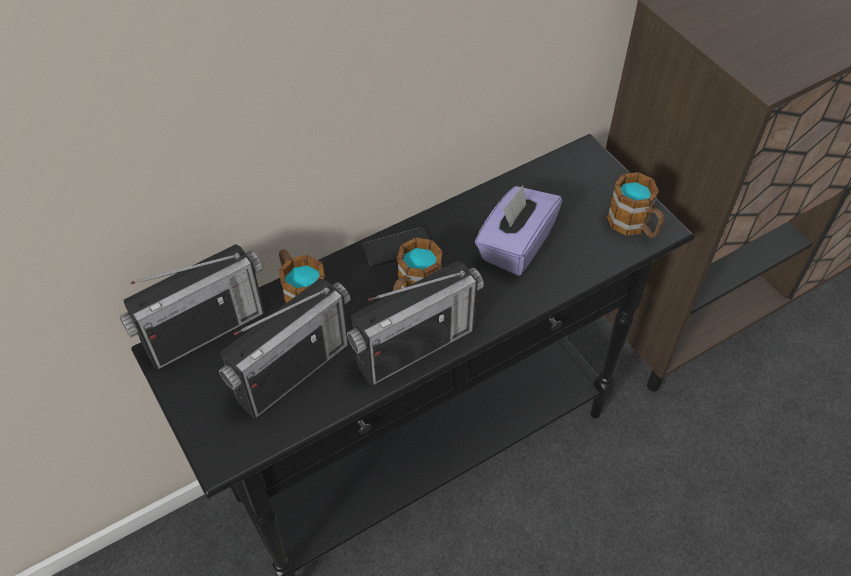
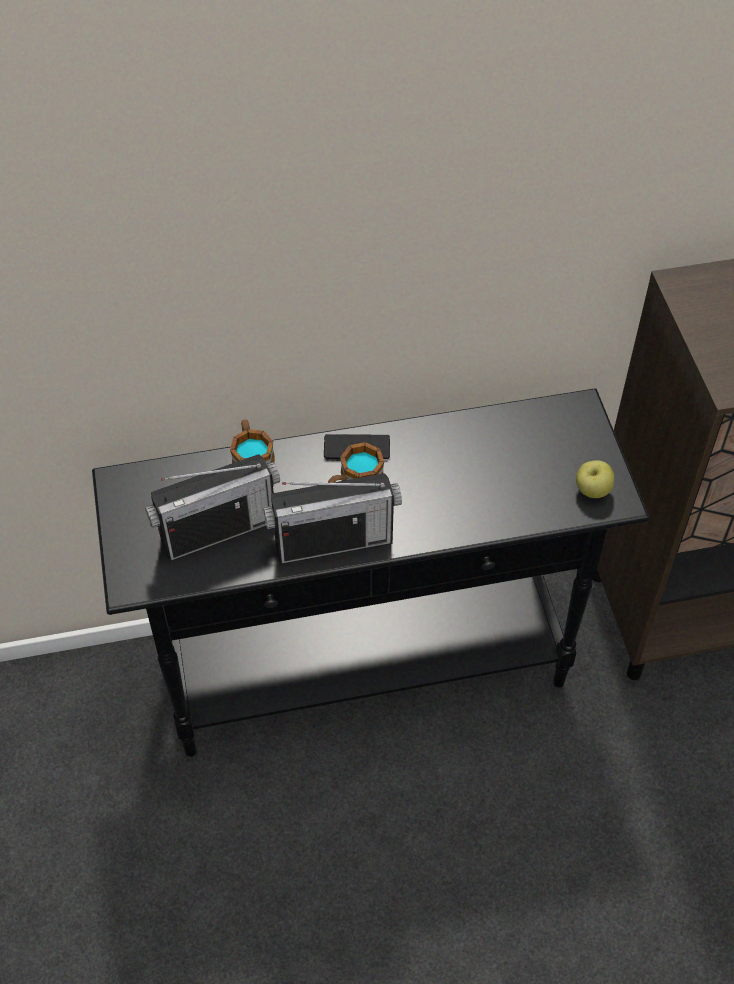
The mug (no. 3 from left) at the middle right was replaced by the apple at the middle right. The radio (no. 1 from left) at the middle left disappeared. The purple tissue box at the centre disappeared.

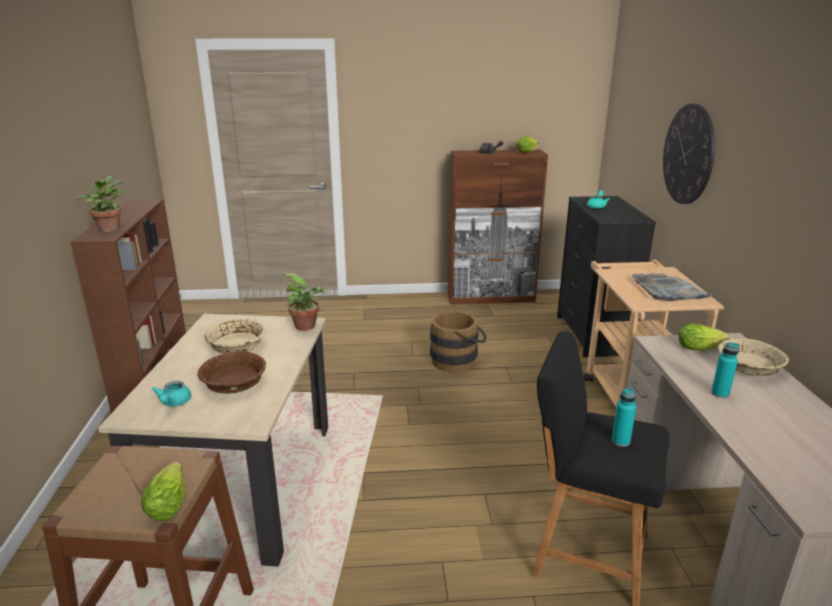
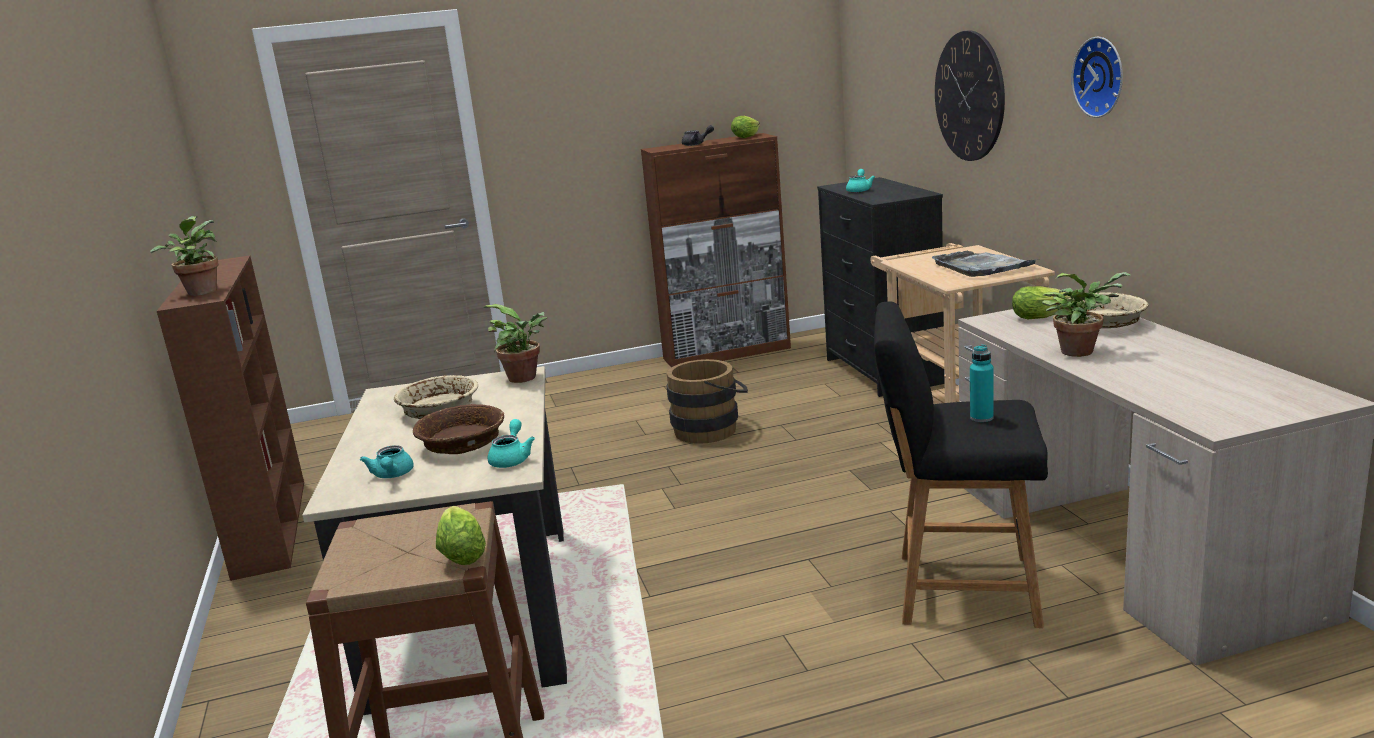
The turquoise teapot (no. 2 from left) at the centre appeared. The turquoise bottle (no. 2 from left) at the middle right was replaced by the potted plant (no. 3 from left) at the middle right. The wall clock (no. 2 from left) at the top right appeared.

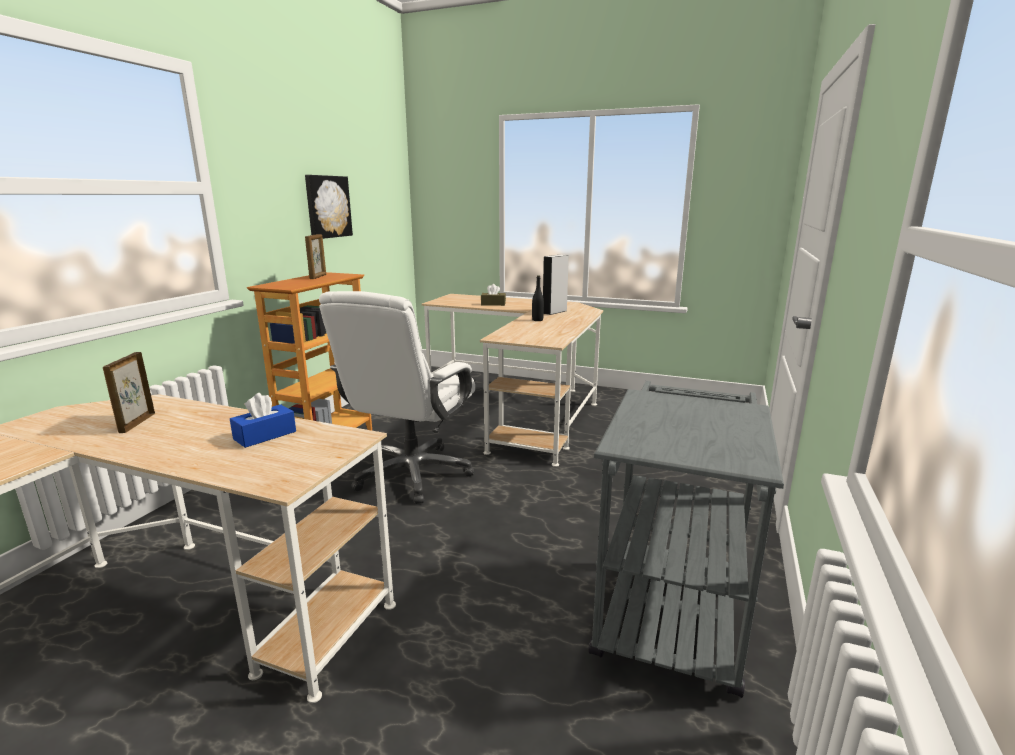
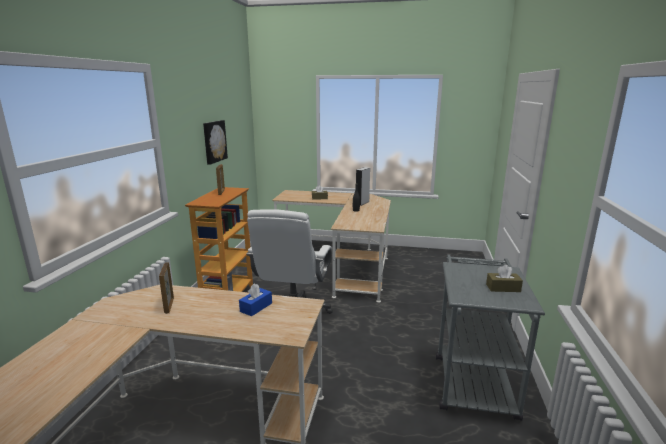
The brown tissue box (no. 2 from left) at the middle right appeared.

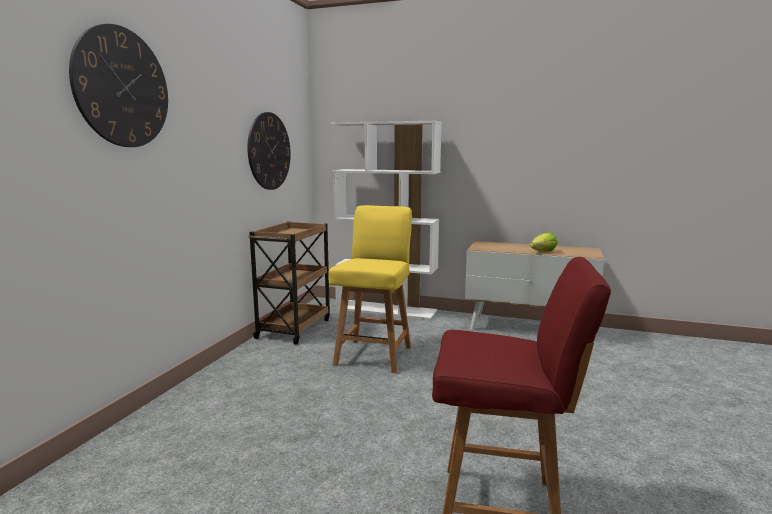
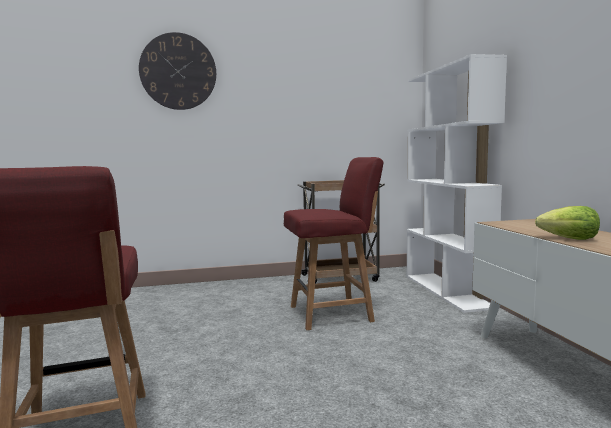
The yellow chair at the centre became the red chair (no. 2 from left) at the centre. The wall clock (no. 2 from left) at the top centre disappeared.

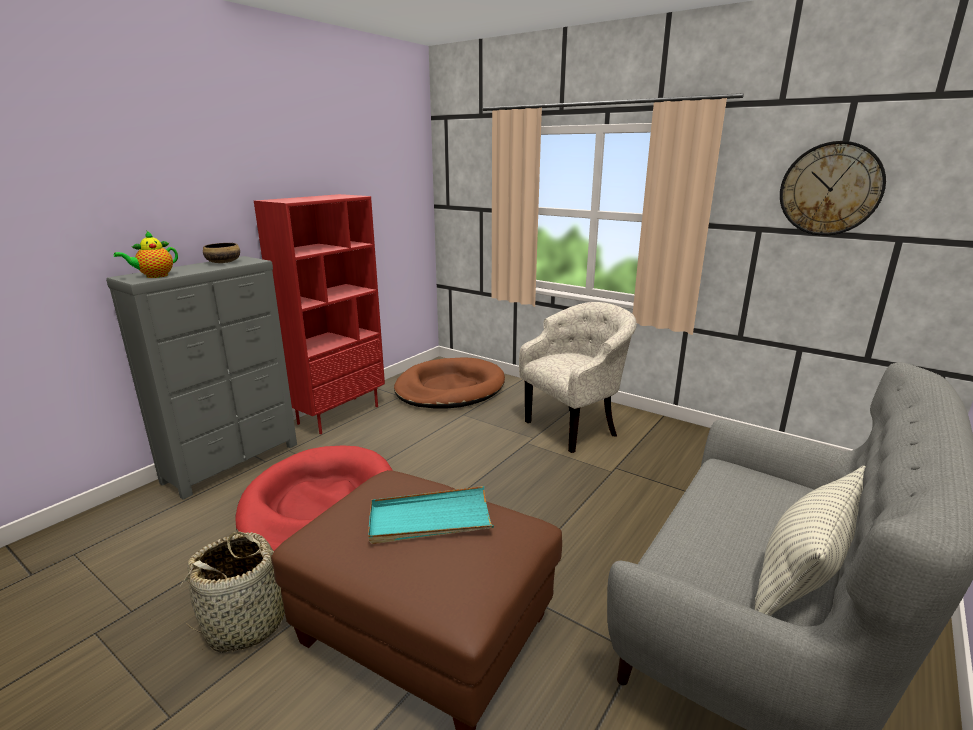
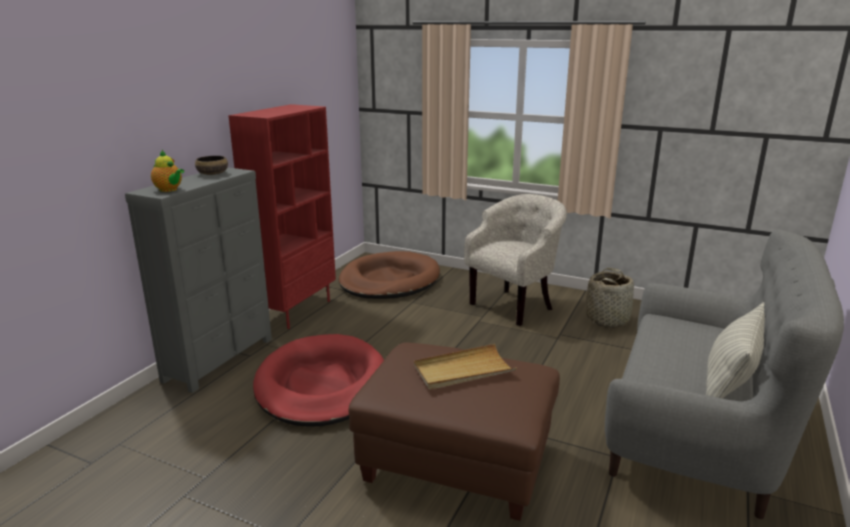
The teapot at the middle left turned 90 degrees counterclockwise. The turquoise tray at the bottom centre became the beige tray at the bottom centre. The basket moved from the bottom left to the middle right. The wall clock at the top right disappeared.

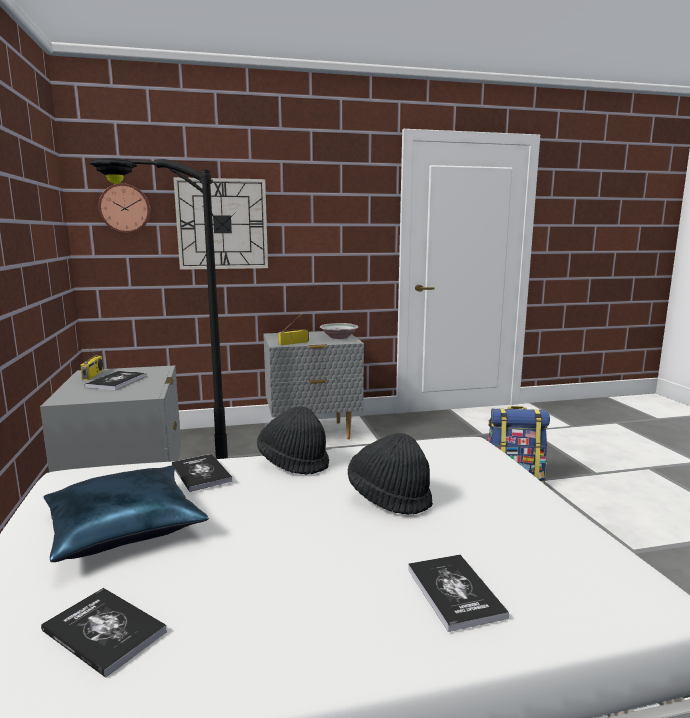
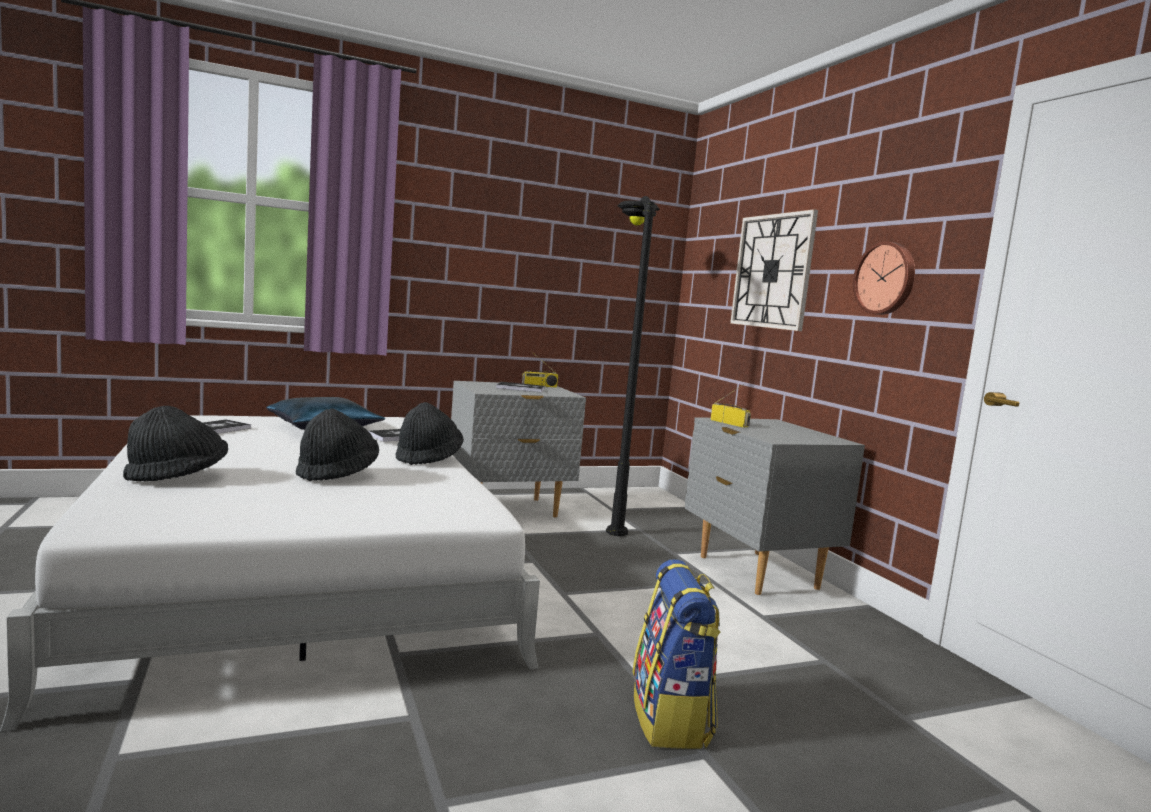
The book (no. 4 from left) at the bottom centre was replaced by the black hat (no. 1 from left) at the middle left. The wall clock (no. 1 from left in the first image) moved from the top left to the middle right. The bowl at the centre disappeared.

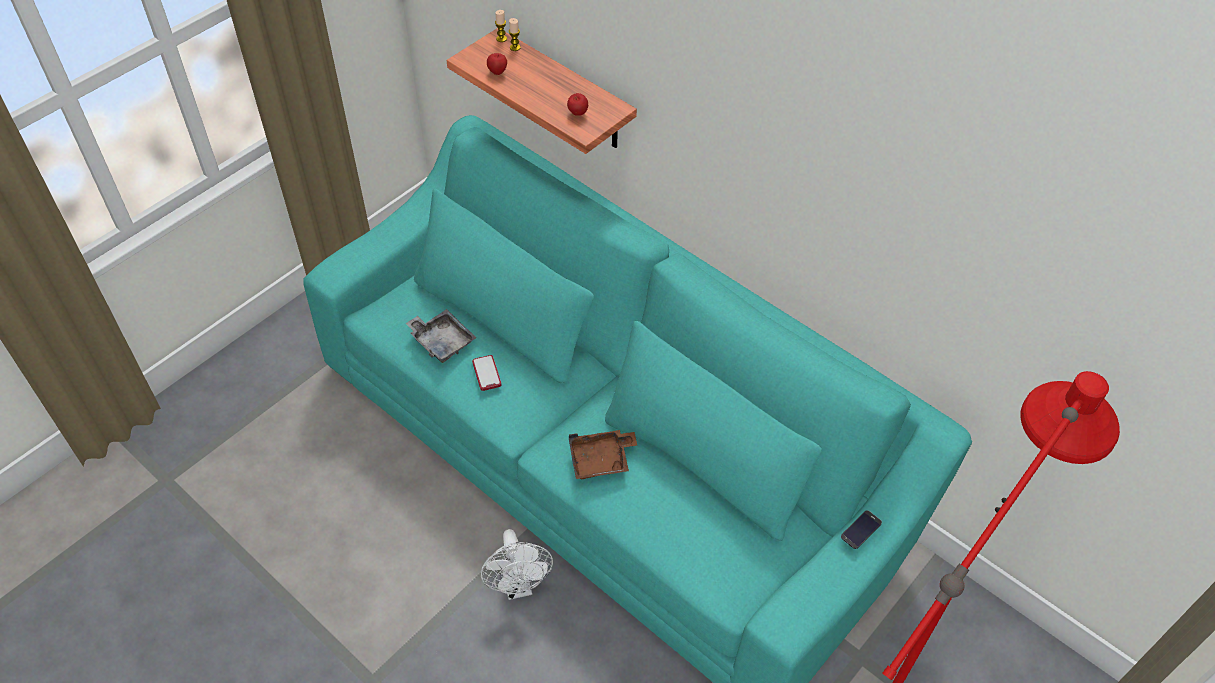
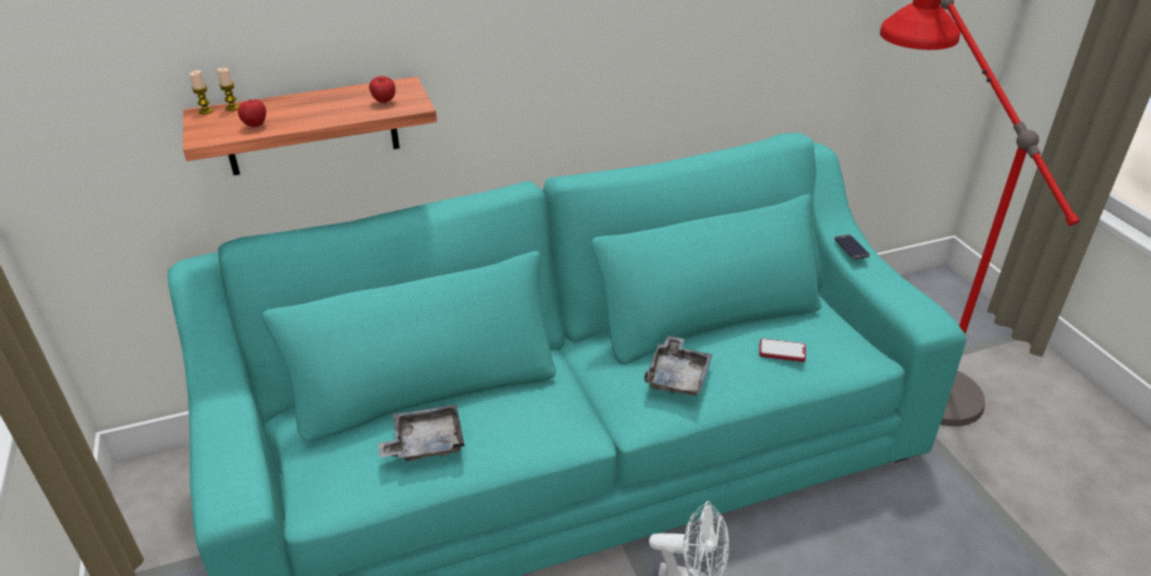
The brown tray at the centre became the grey tray (no. 2 from left) at the centre. The phone (no. 1 from left) moved from the centre to the middle right.

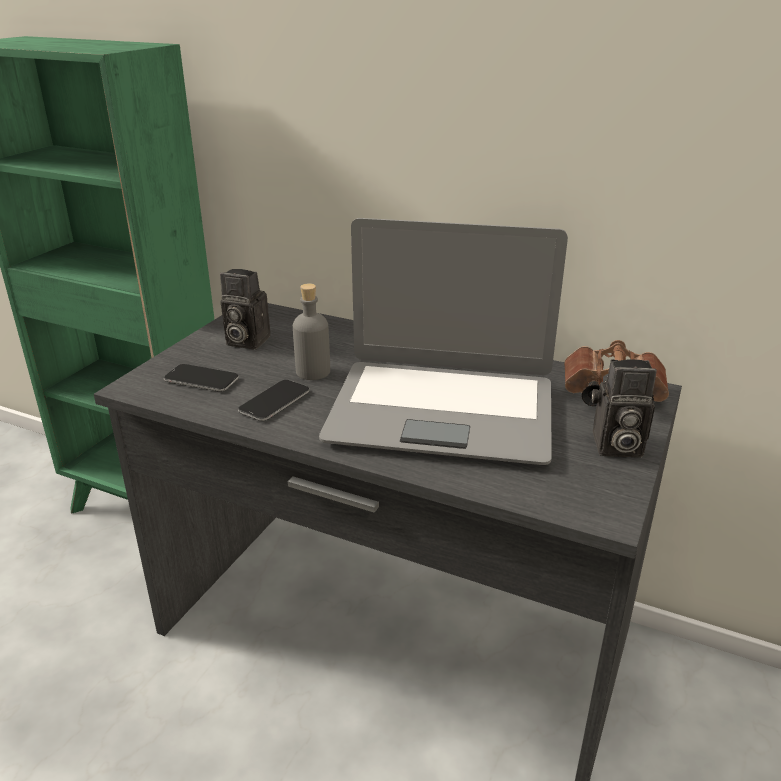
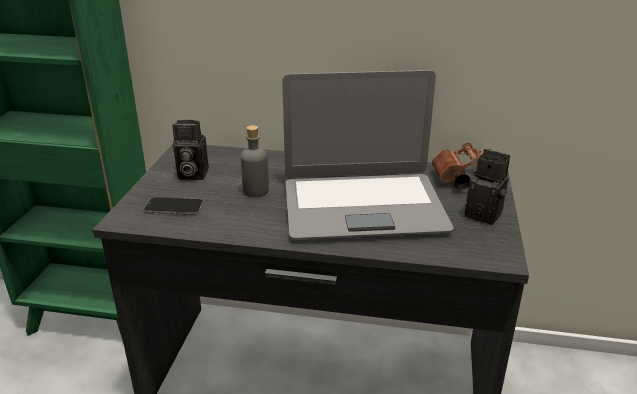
The photo camera (no. 2 from left) at the middle right turned 135 degrees counterclockwise. The phone (no. 2 from left) at the centre disappeared.

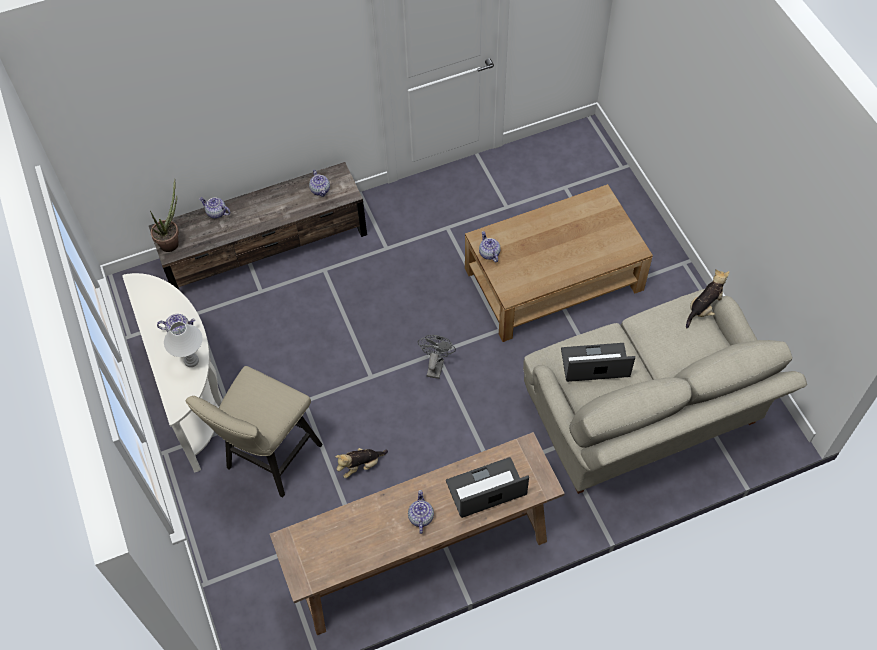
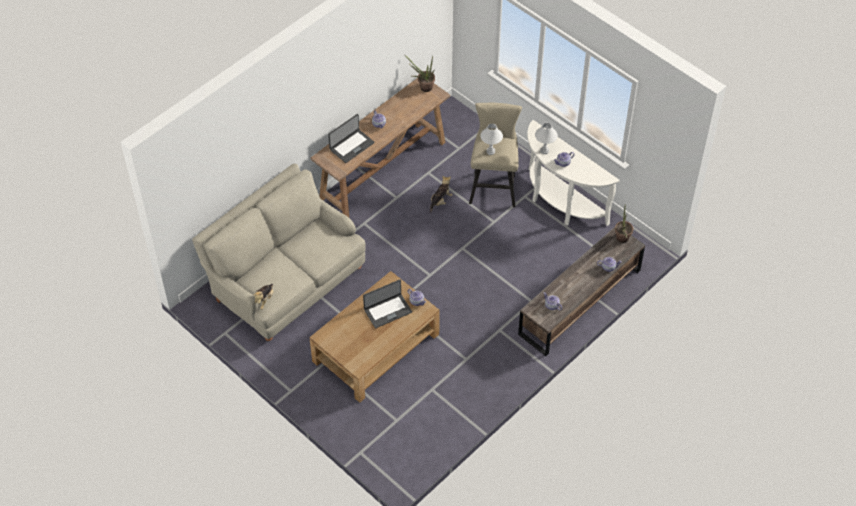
The laptop (no. 2 from left) moved from the middle right to the centre. The potted plant (no. 1 from left) at the top centre appeared. The white table lamp (no. 1 from left) at the top centre appeared. The grey fan at the centre disappeared.

